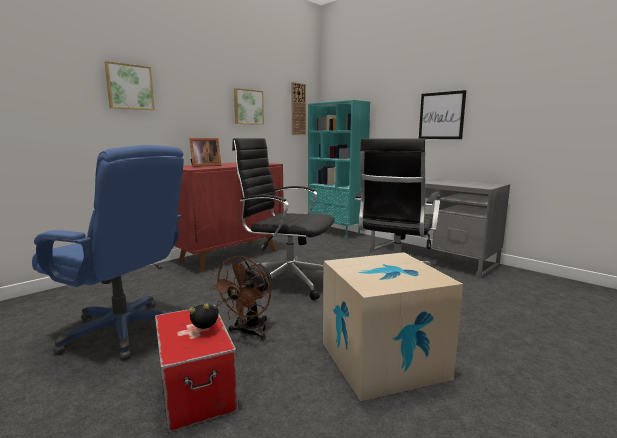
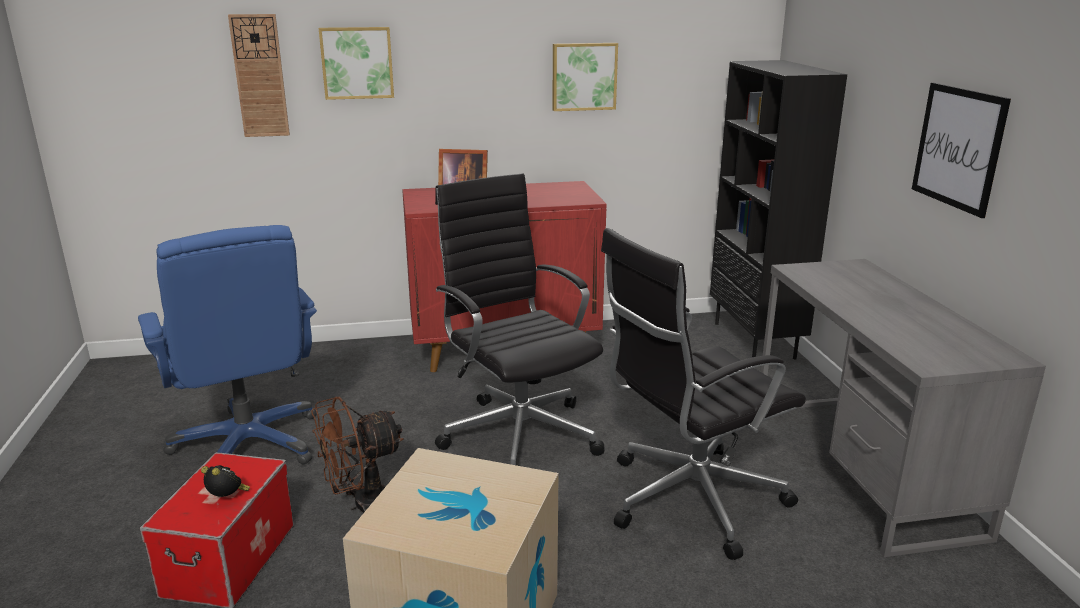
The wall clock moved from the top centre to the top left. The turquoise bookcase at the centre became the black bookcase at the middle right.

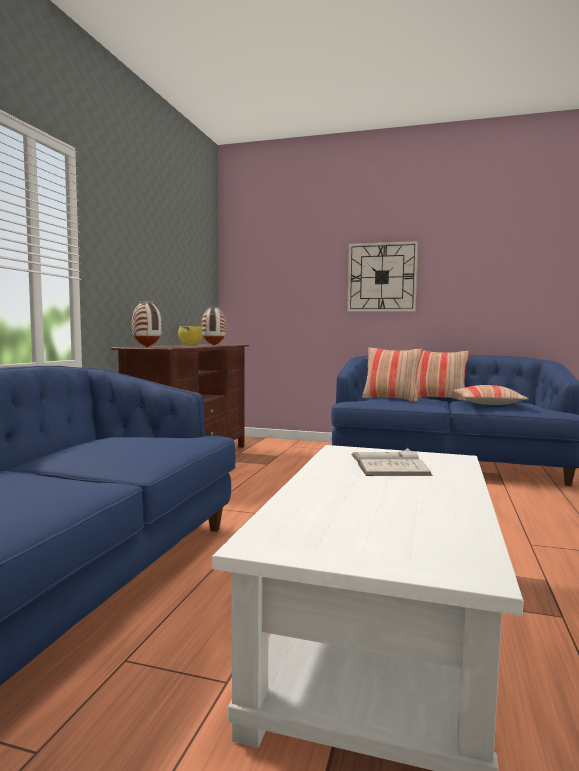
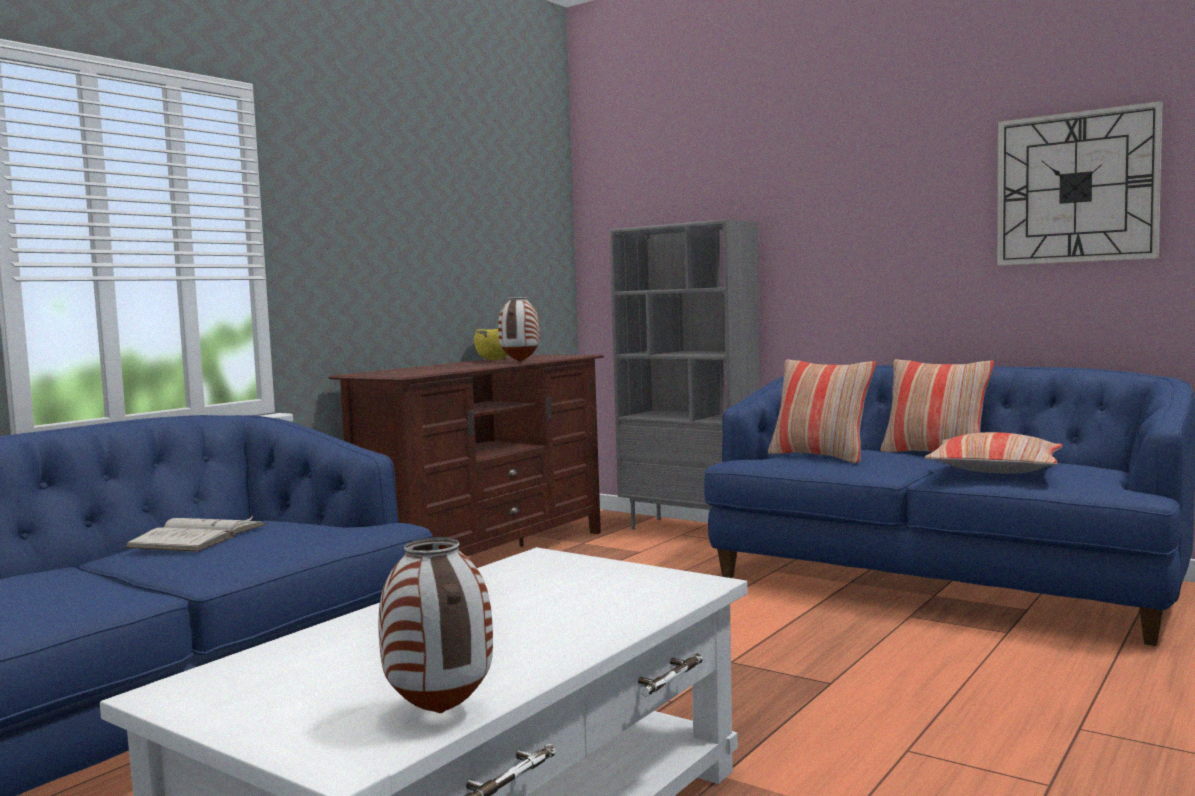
The white book moved from the middle right to the bottom left. The vase (no. 1 from left) moved from the middle left to the bottom centre. The grey bookcase at the centre appeared. The wall clock moved from the centre to the top right.

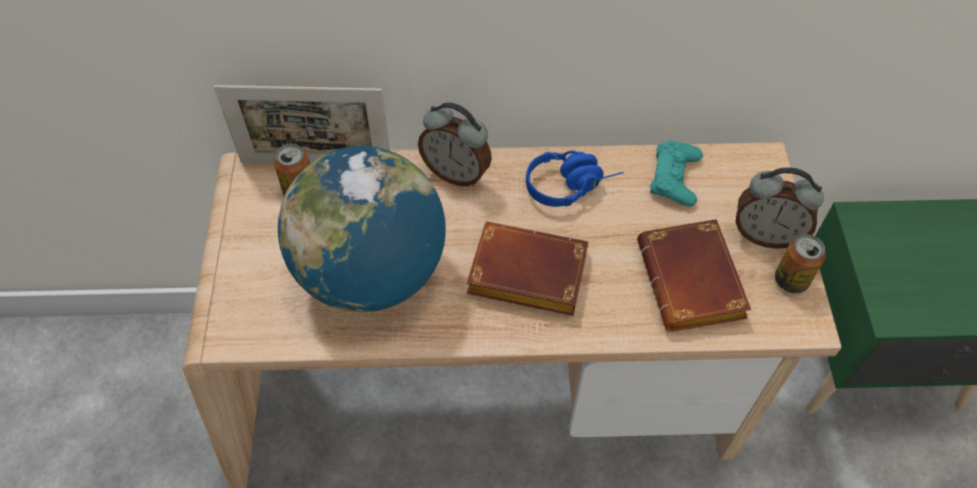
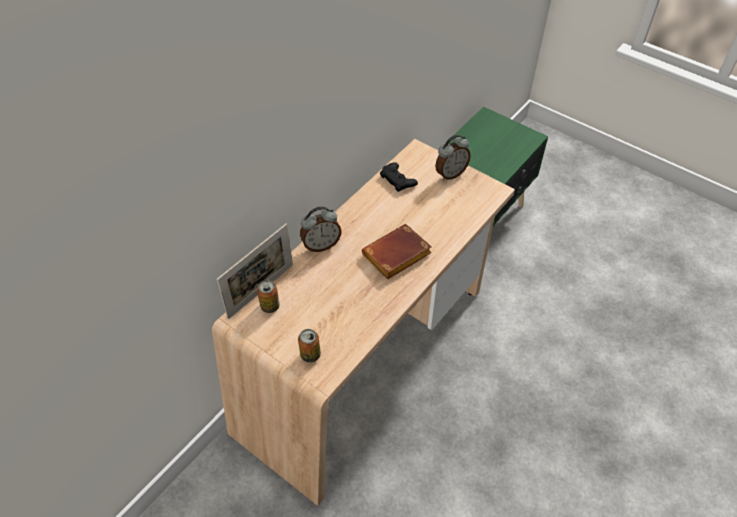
The can (no. 2 from left) moved from the middle right to the bottom centre. The turquoise game controller at the middle right became the black game controller at the centre. The globe at the centre disappeared. The blue headphones at the centre disappeared. The brown book (no. 2 from left) at the middle right disappeared.

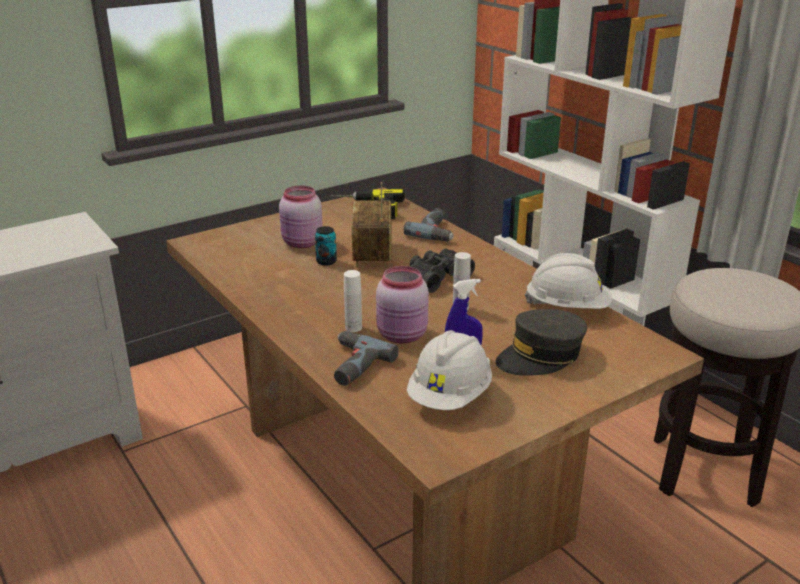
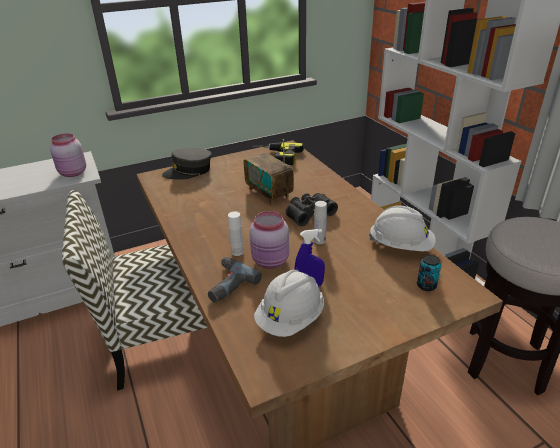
The pink jar (no. 1 from left) moved from the centre to the middle left. The chair at the middle left appeared. The grey cap moved from the middle right to the centre. The radio at the centre turned 45 degrees counterclockwise. The can moved from the centre to the middle right. The power drill (no. 3 from left) at the centre disappeared.

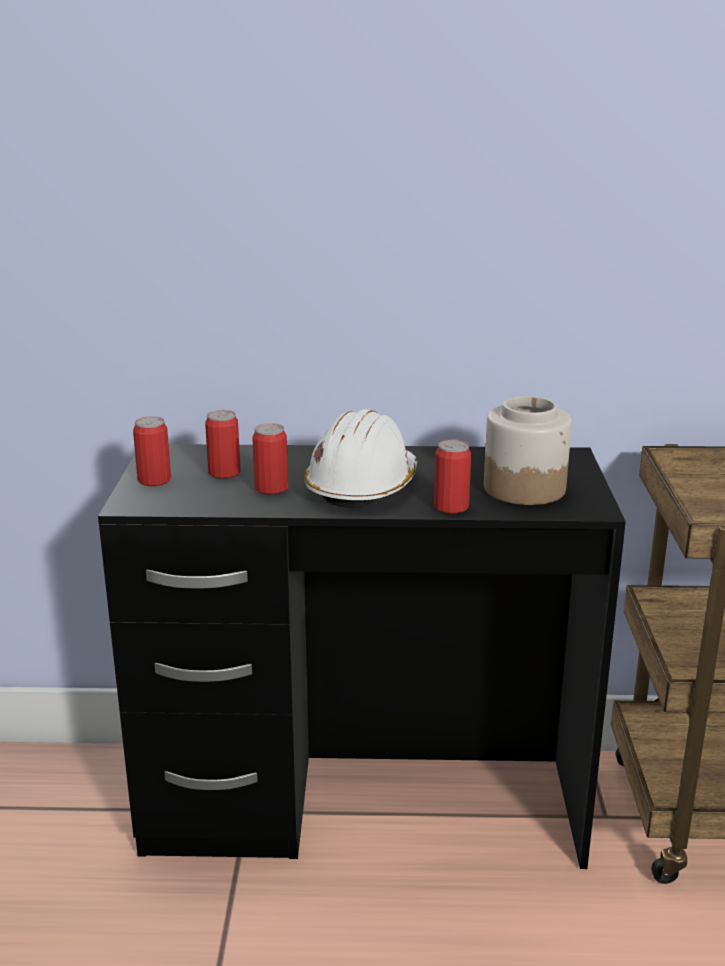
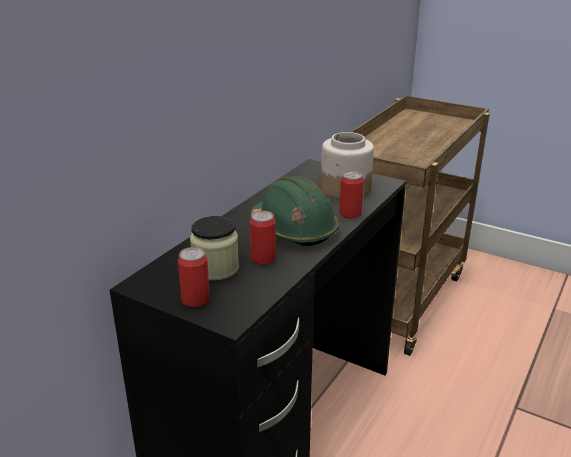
The can (no. 2 from left) at the middle left was replaced by the jar (no. 1 from left) at the centre. The white hard hat at the centre became the green hard hat at the centre.

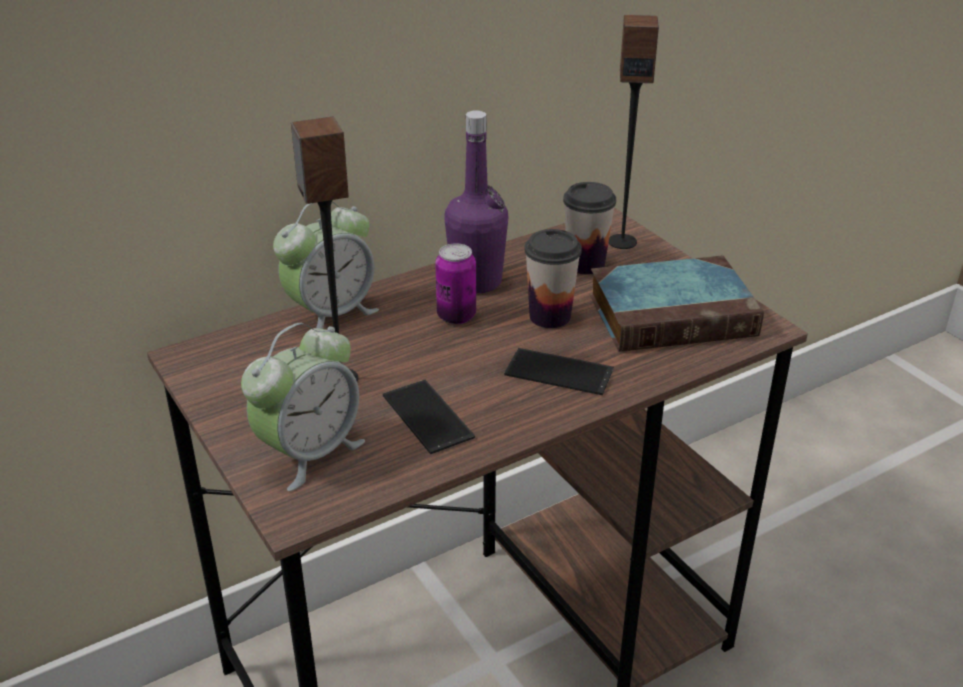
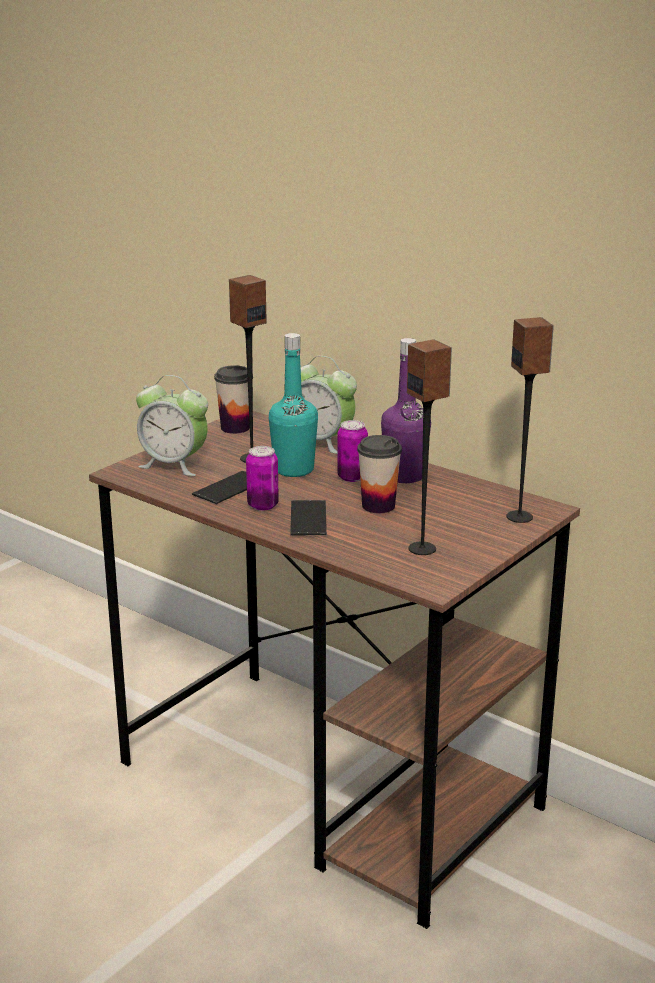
The cup (no. 2 from left in the first image) moved from the top centre to the centre. The can (no. 1 from left) at the centre appeared. The turquoise bottle at the centre appeared. The book at the middle right was replaced by the speaker (no. 2 from left) at the centre.

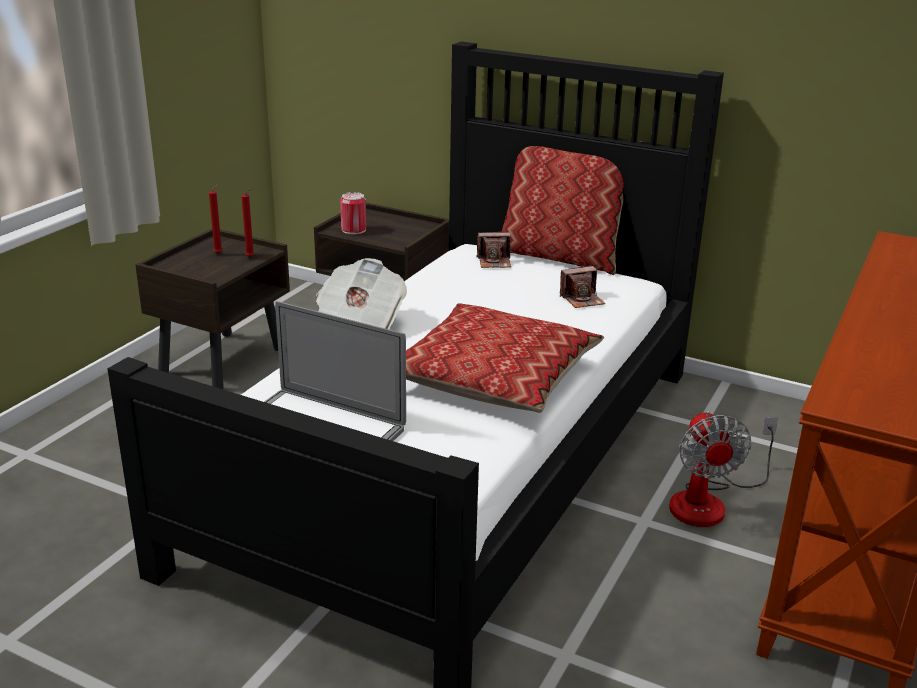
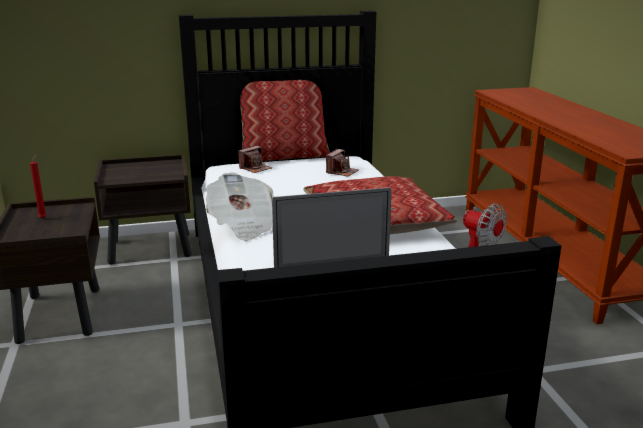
The red candle (no. 2 from left) at the top left disappeared. The can at the top centre disappeared.

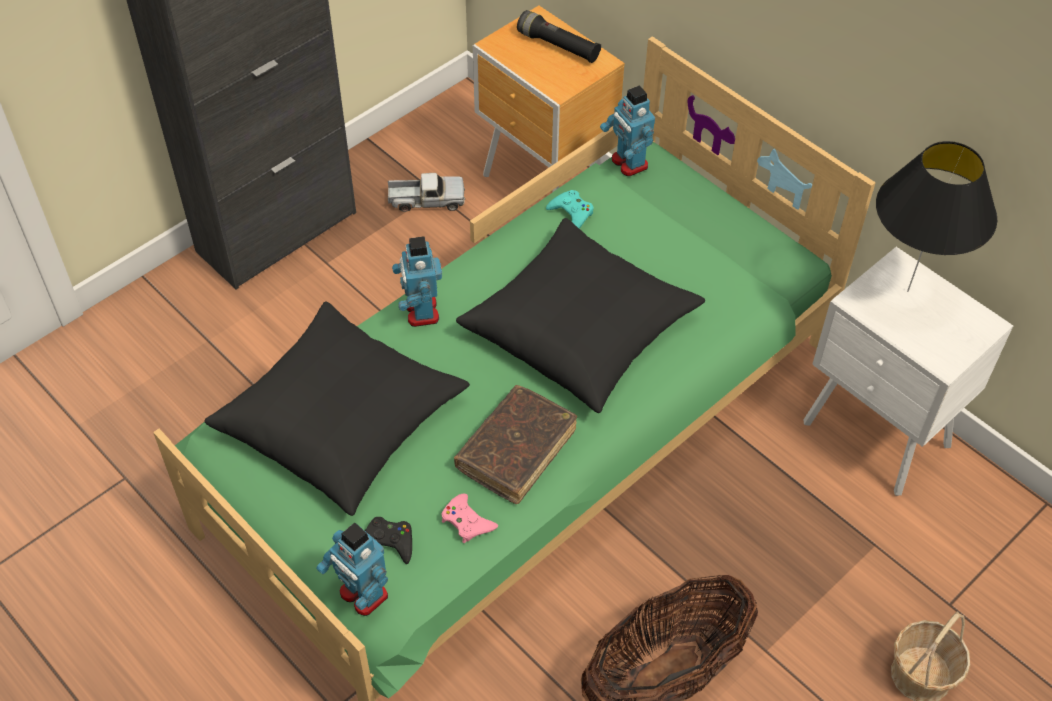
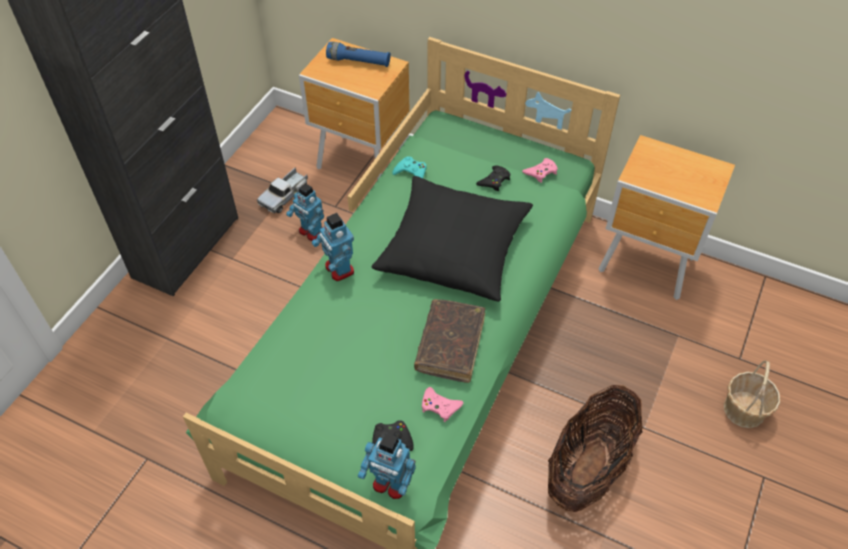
The toy truck at the top centre turned 150 degrees clockwise. The toy robot (no. 3 from left in the first image) moved from the top centre to the centre. The black flashlight at the top centre became the blue flashlight at the top centre. The black game controller (no. 2 from left) at the top centre appeared. The pink game controller (no. 2 from left) at the top centre appeared. The white nightstand at the middle right became the brown nightstand (no. 2 from left) at the middle right. The black pillow (no. 1 from left) at the middle left disappeared. The black table lamp at the top right disappeared.

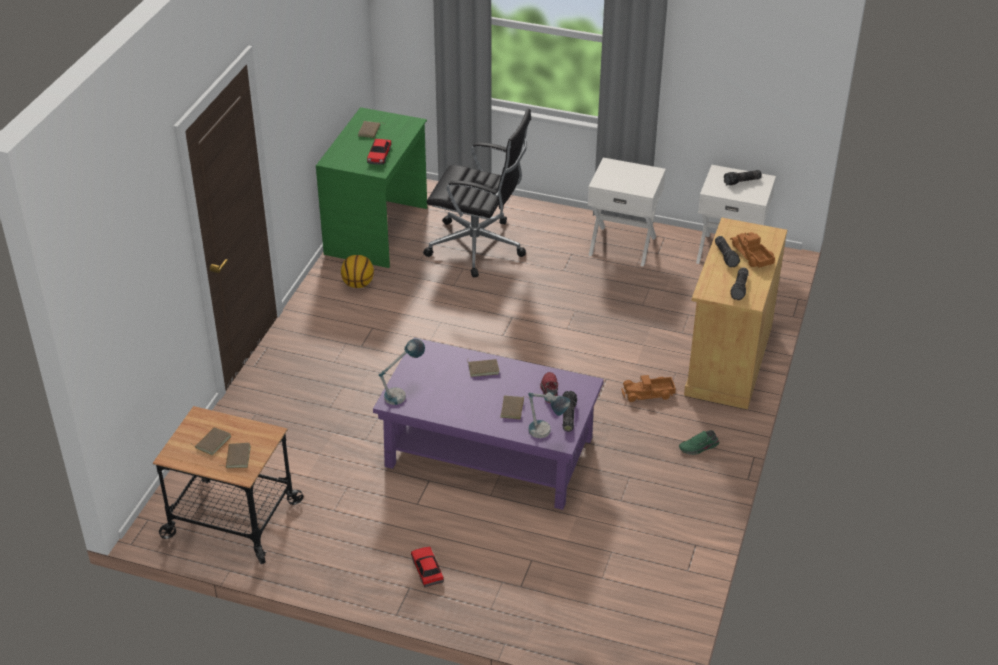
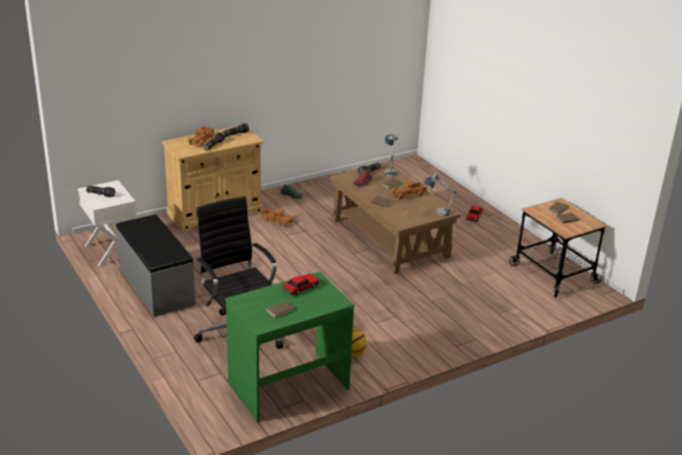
The white nightstand (no. 1 from left) at the top centre was replaced by the grey bench at the middle left. The purple coffee table at the centre became the brown coffee table at the centre. The toy truck (no. 3 from left) at the centre appeared.

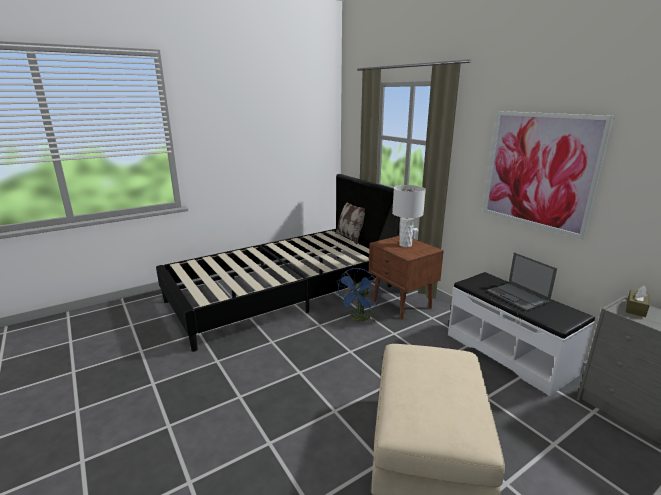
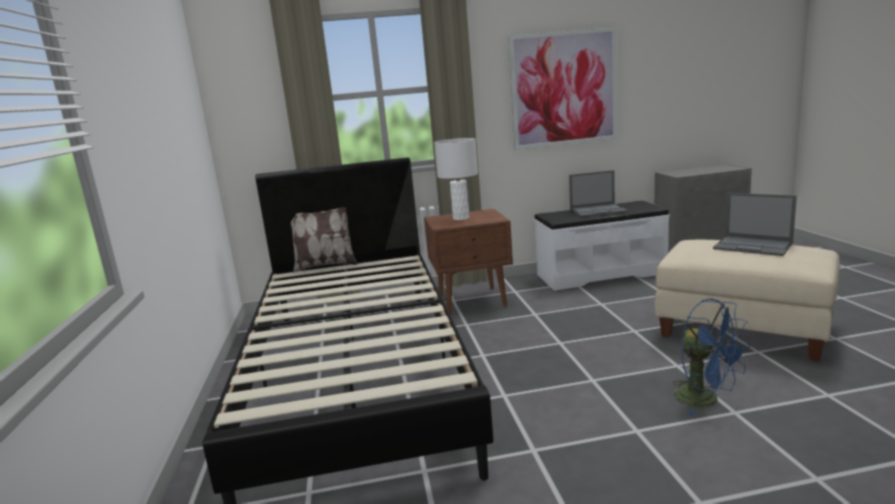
The blue fan moved from the centre to the bottom right. The laptop (no. 2 from left) at the middle right appeared. The brown tissue box at the middle right disappeared.

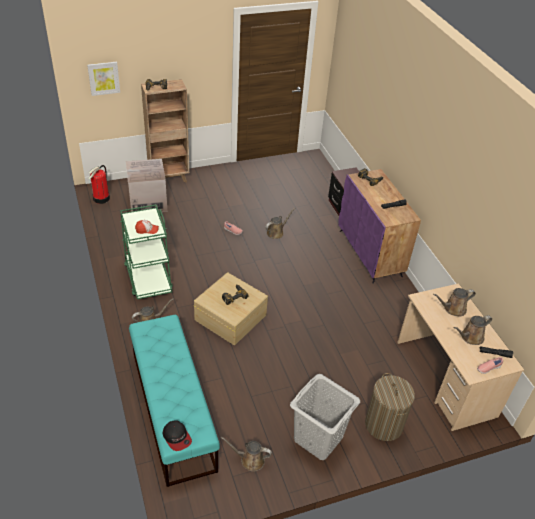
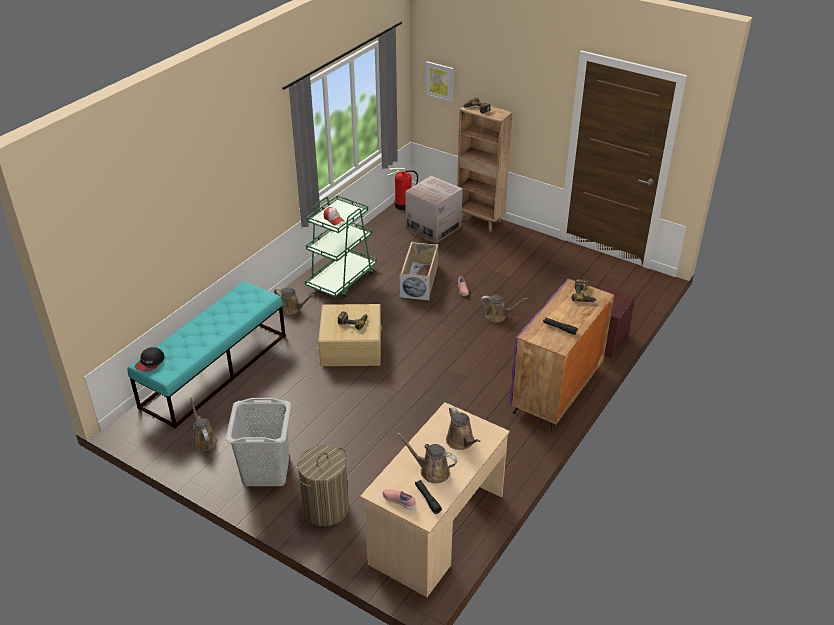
The beige storage box (no. 2 from left) at the centre appeared. The brown watering can (no. 4 from left) at the middle right turned 150 degrees counterclockwise.

